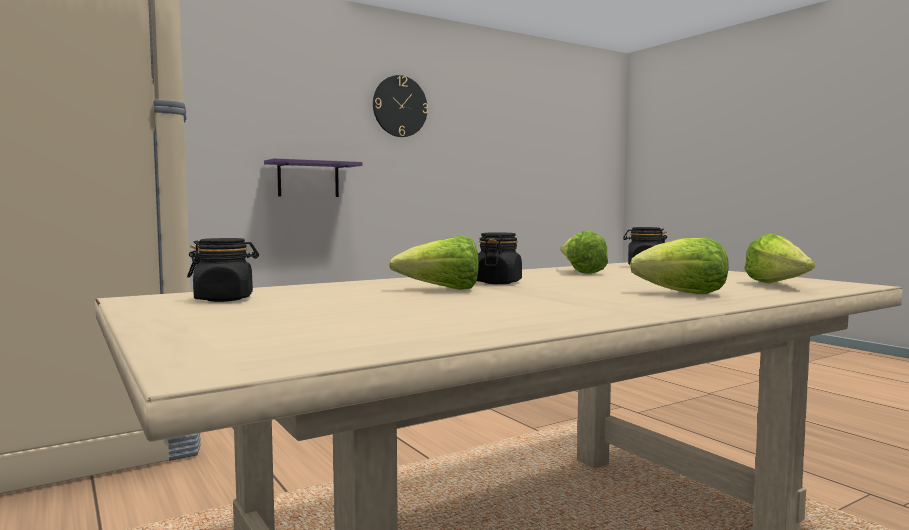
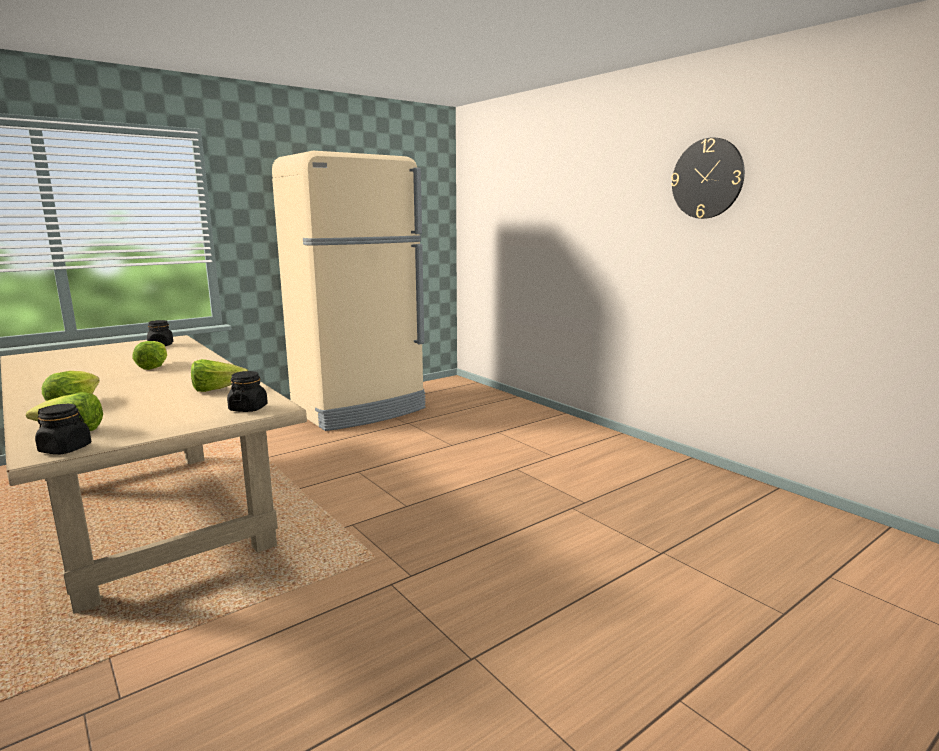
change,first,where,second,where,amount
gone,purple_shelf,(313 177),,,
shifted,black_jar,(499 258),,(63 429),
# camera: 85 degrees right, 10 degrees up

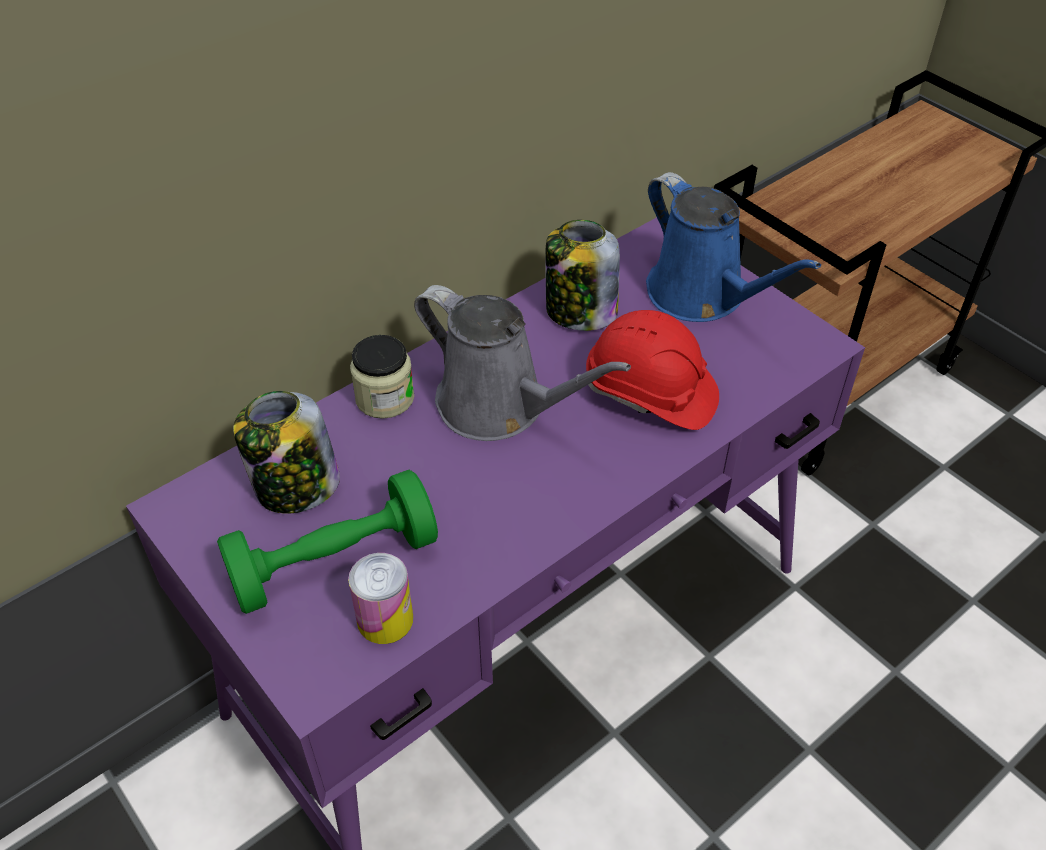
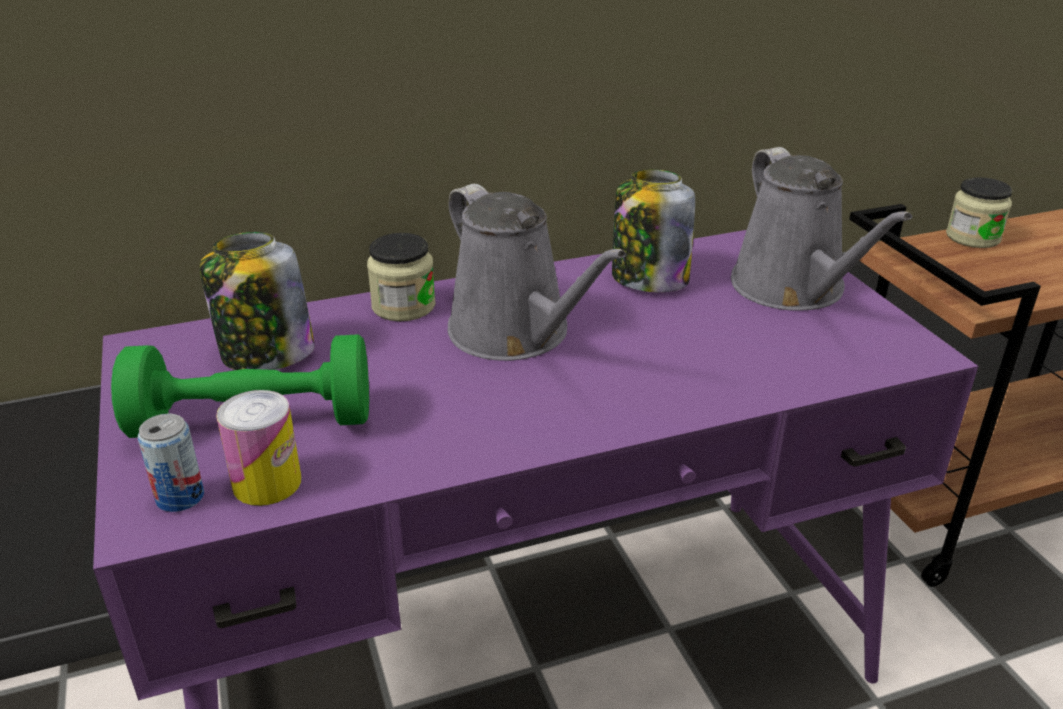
change,first,where,second,where,amount
gone,red_hard_hat,(652 370),,,
repainted,blue_watering_can,(733 247),grey_watering_can,(821 229),
new,,,can,(171 462),
new,,,jar,(979 212),
# camera: 20 degrees right, 15 degrees down

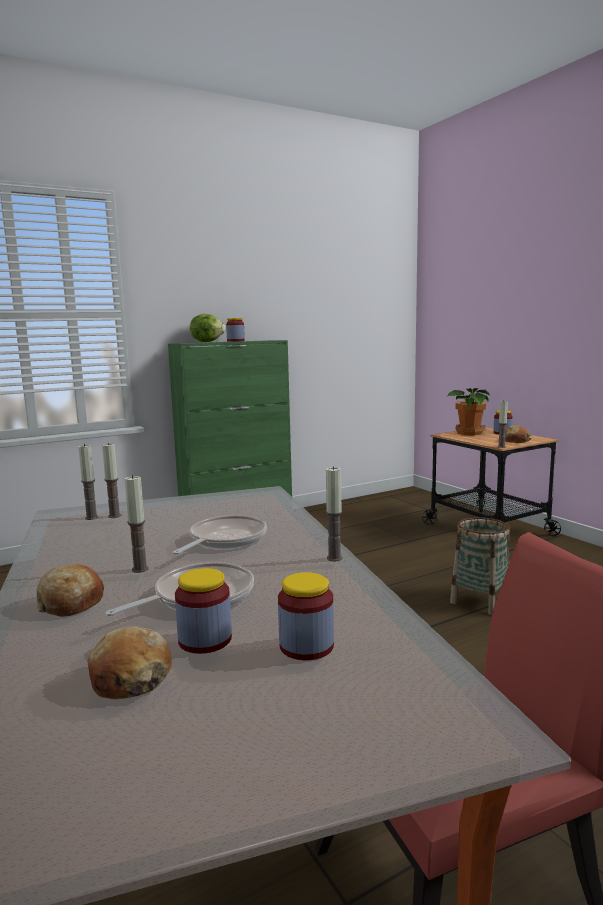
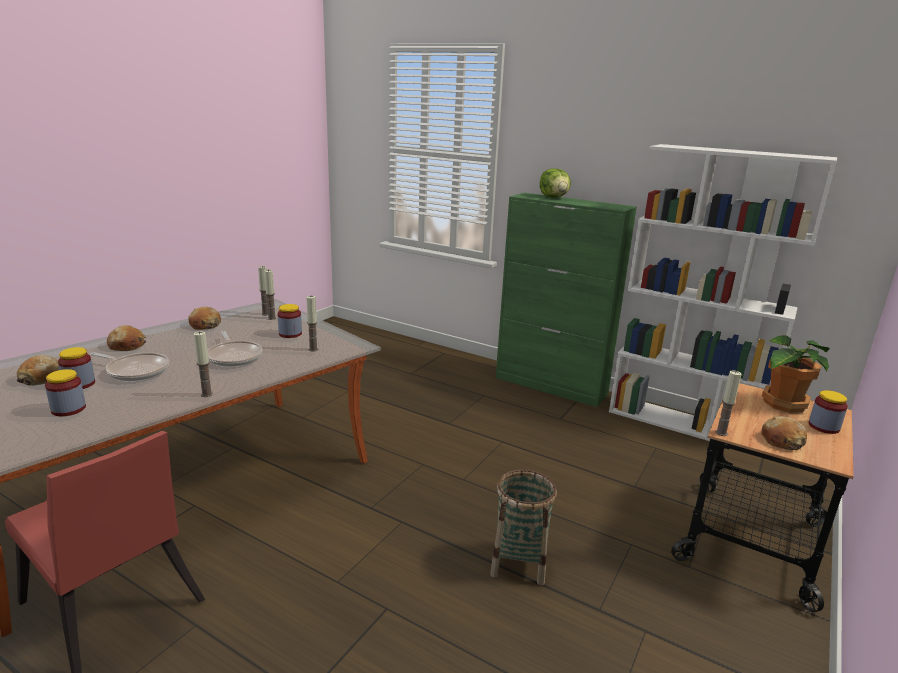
change,first,where,second,where,amount
shifted,candle,(137 524),,(312 324),
rotated,frying_pan,(220 534),,(235 349),60 degrees clockwise
shifted,jar,(235 330),,(289 321),
new,,,bread,(204 318),
new,,,white_bookcase,(723 292),
# camera: 60 degrees right, 10 degrees up

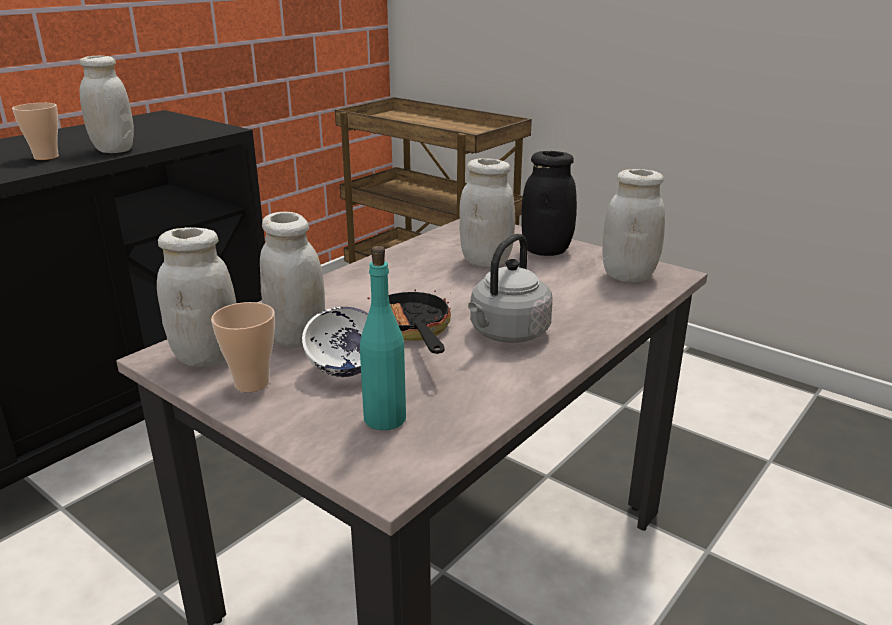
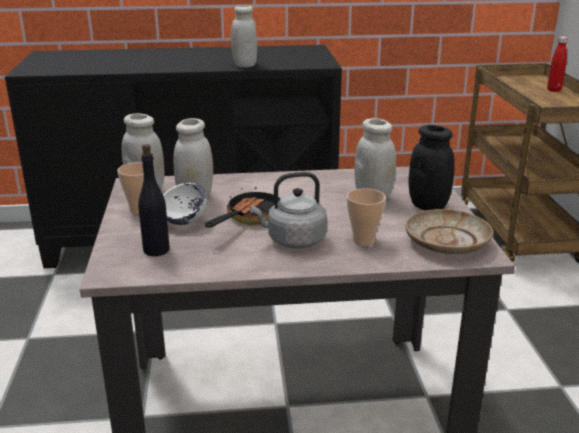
change,first,where,second,where,amount
shifted,cup,(35 131),,(366 217),
repainted,turquoise_bottle,(383 338),black_bottle,(154 200),
swapped,white_jar,(634 225),beige_plate,(449 232),
new,,,red_bottle,(557 64),
# camera: 45 degrees right, 0 degrees up

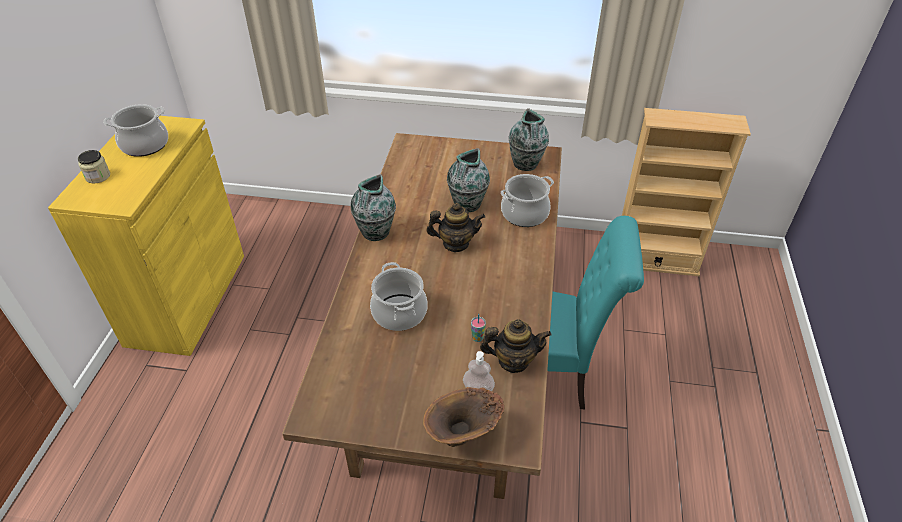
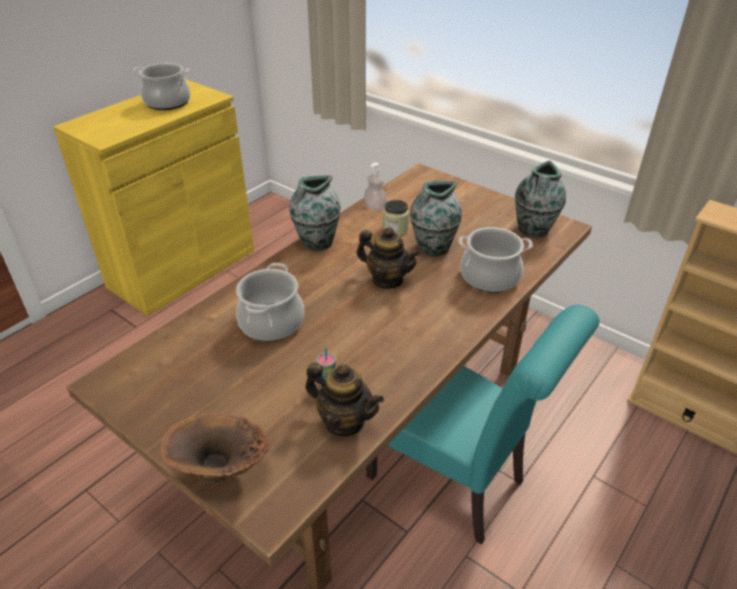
change,first,where,second,where,amount
shifted,jar,(94 167),,(396 217),
shifted,soap_dispenser,(479 371),,(375 186),
# camera: 30 degrees right, 5 degrees down

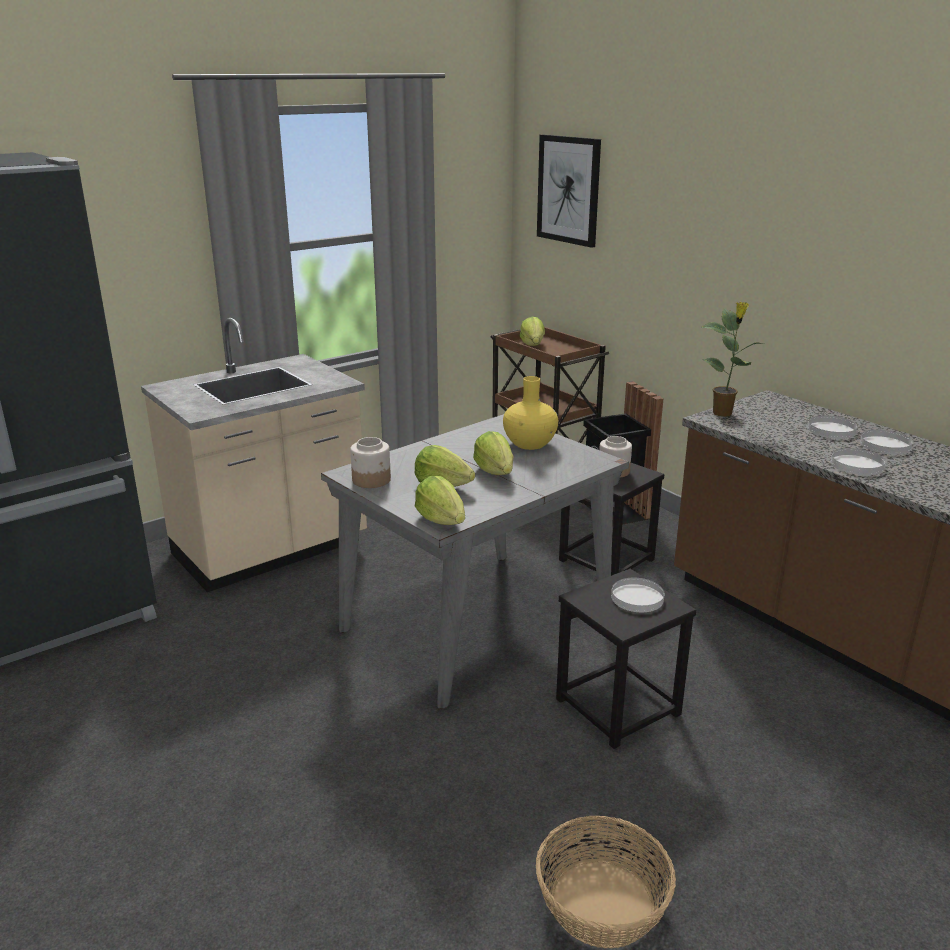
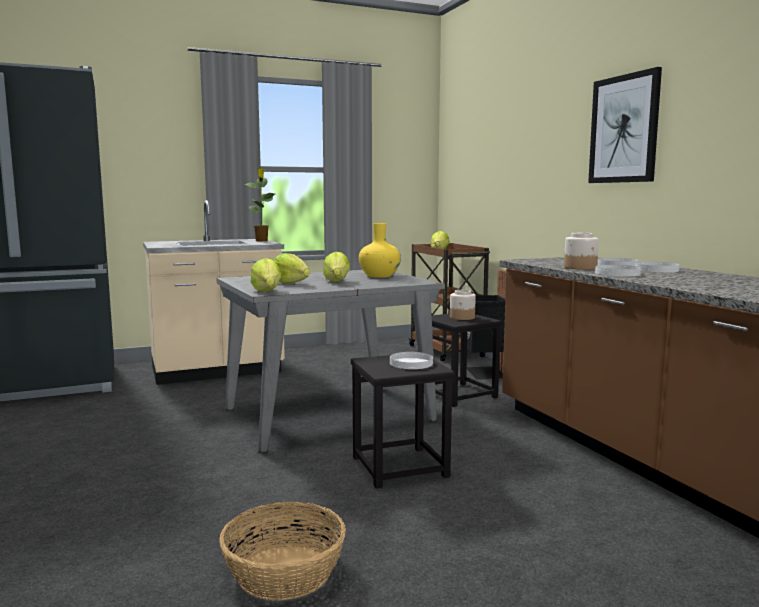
change,first,where,second,where,amount
shifted,jar,(370 462),,(581 251),
shifted,picture,(569 191),,(625 125),
shifted,potted_plant,(733 359),,(260 204),
# camera: 15 degrees right, 15 degrees down

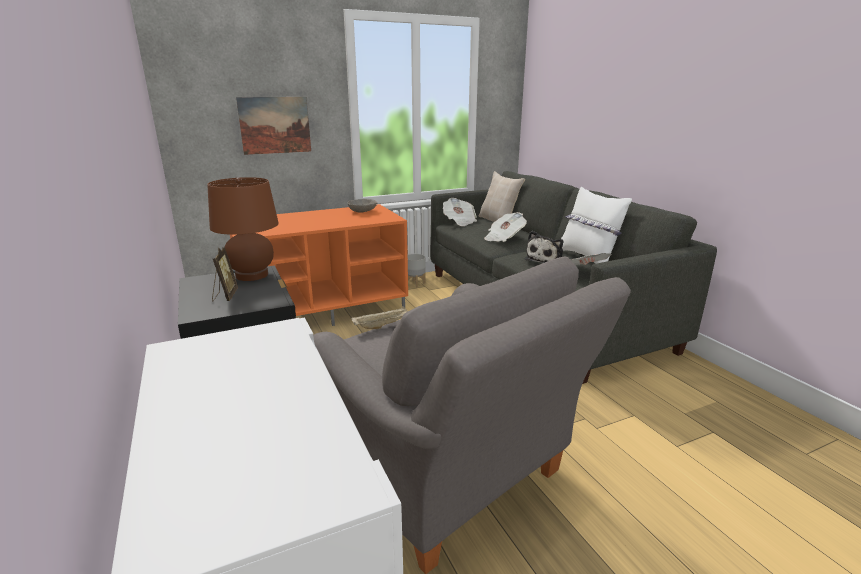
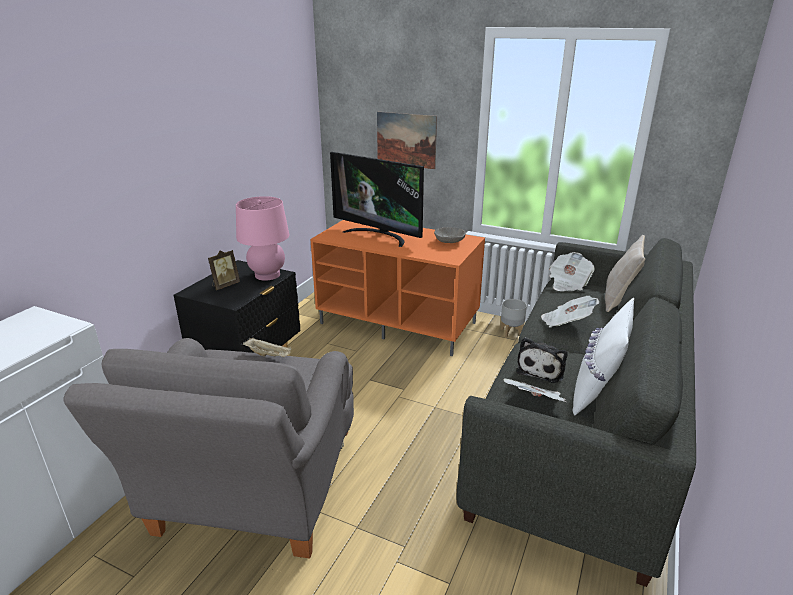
change,first,where,second,where,amount
repainted,brown_table_lamp,(243 229),pink_table_lamp,(262 238),
rotated,plush_toy,(544 247),,(542 360),60 degrees counterclockwise
new,,,television,(377 199),
# camera: 50 degrees right, 5 degrees up

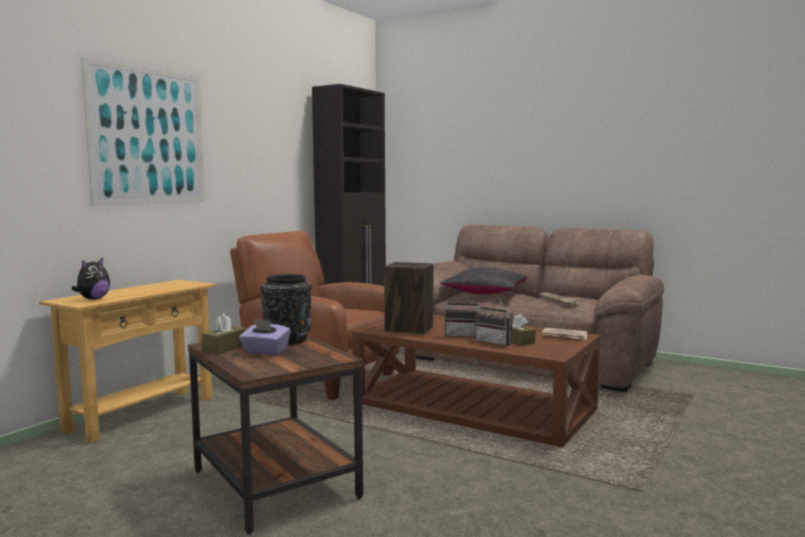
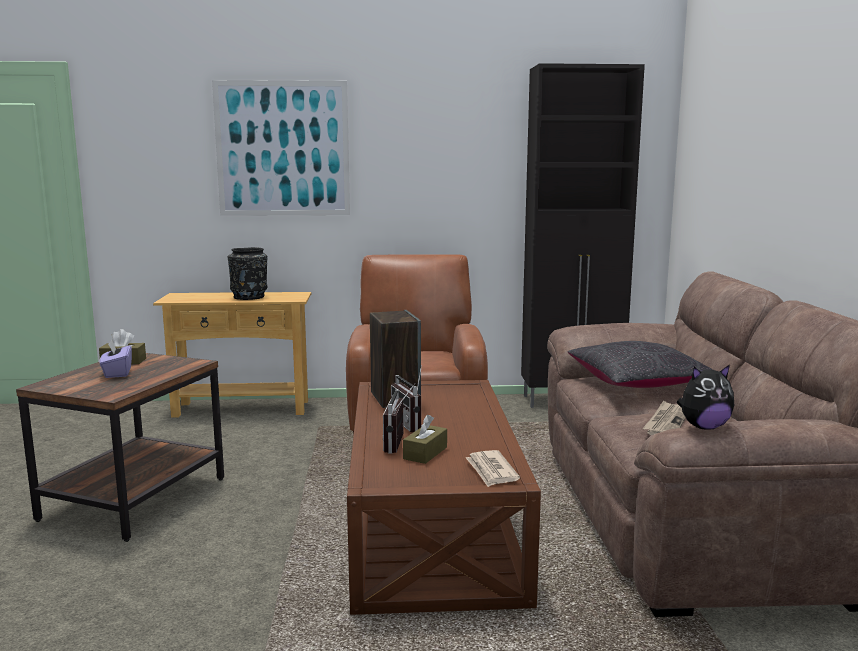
change,first,where,second,where,amount
shifted,plush_toy,(91 279),,(705 397),
shifted,black_vase,(286 309),,(248 273),
# camera: 55 degrees right, 5 degrees up

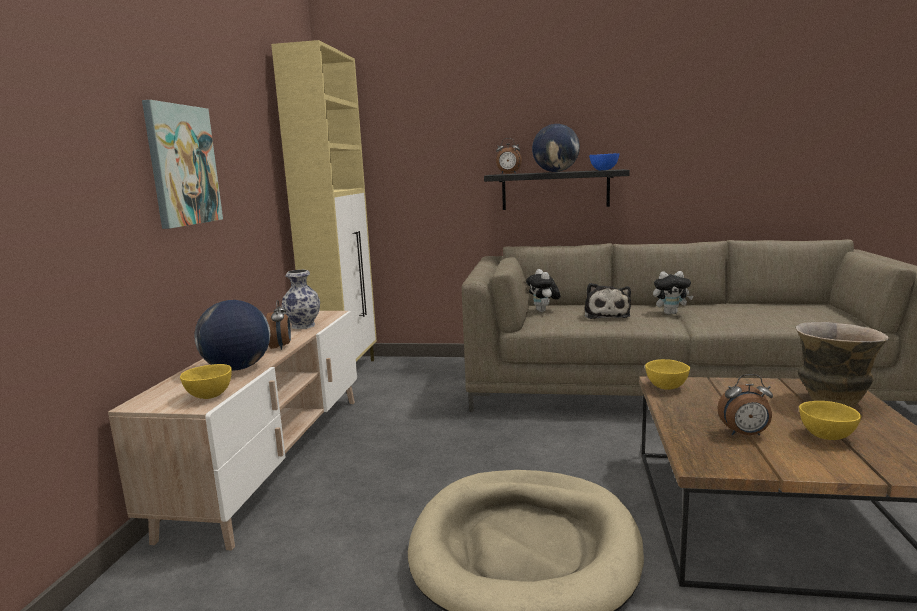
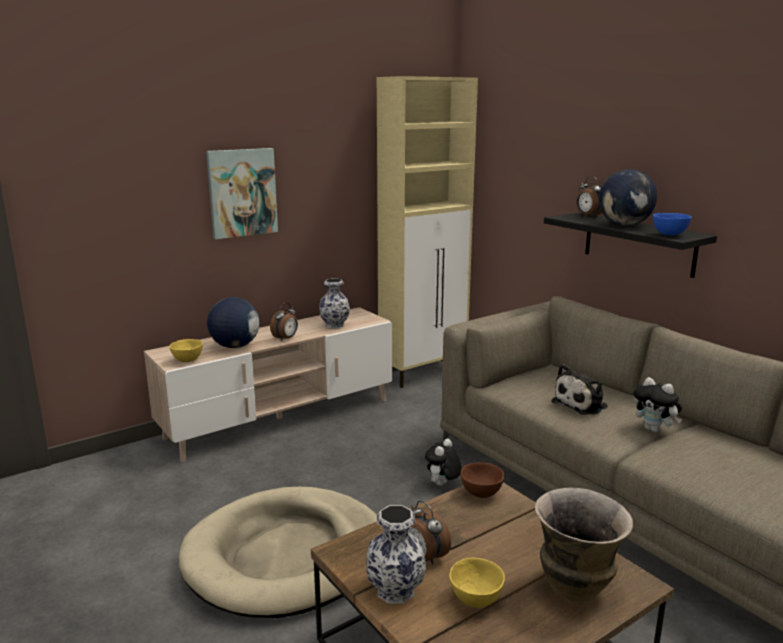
change,first,where,second,where,amount
shifted,plush_toy,(543 290),,(443 462),
repainted,yellow_bowl,(667 374),brown_bowl,(482 480),
new,,,vase,(396 554),
# camera: 45 degrees right, 5 degrees up

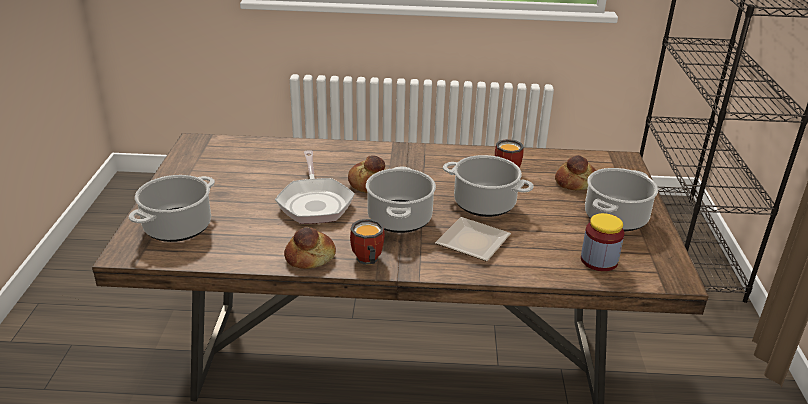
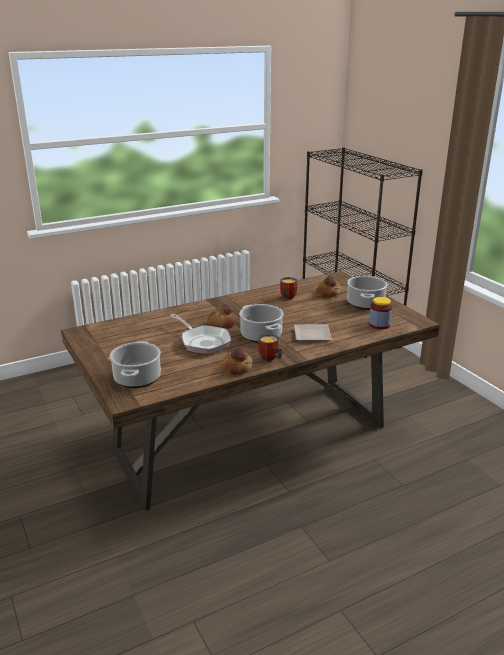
change,first,where,second,where,amount
gone,cooking_pot,(488 186),,,
# camera: 30 degrees left, 5 degrees down

